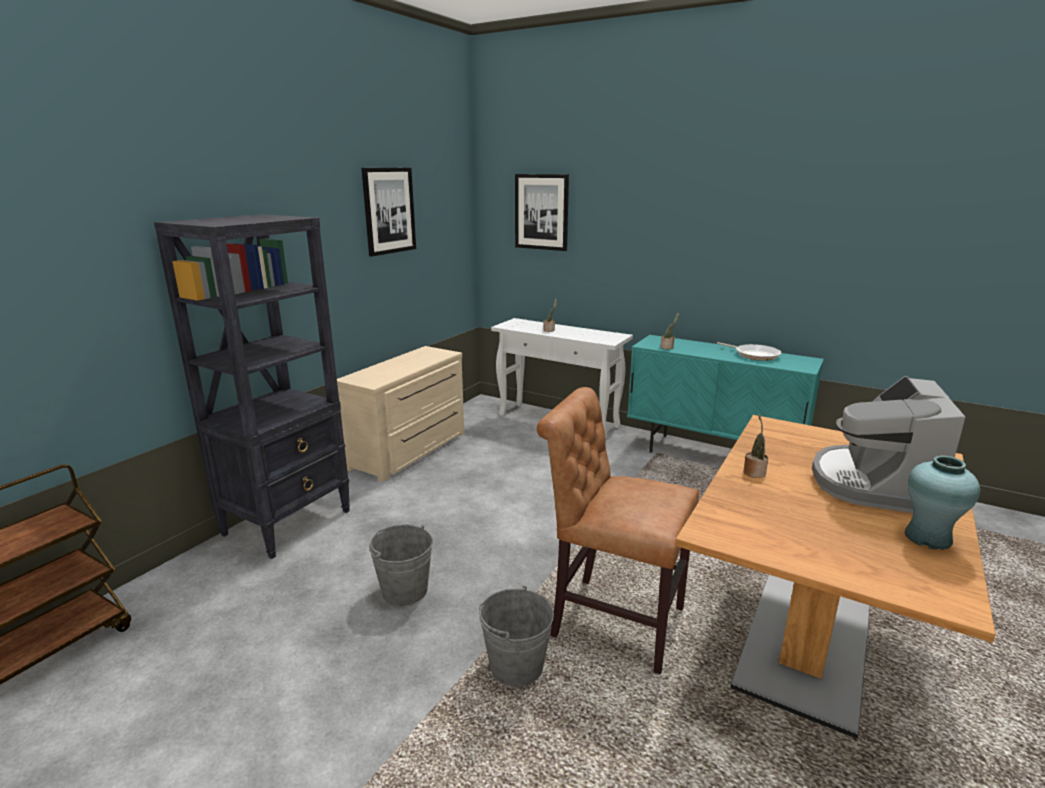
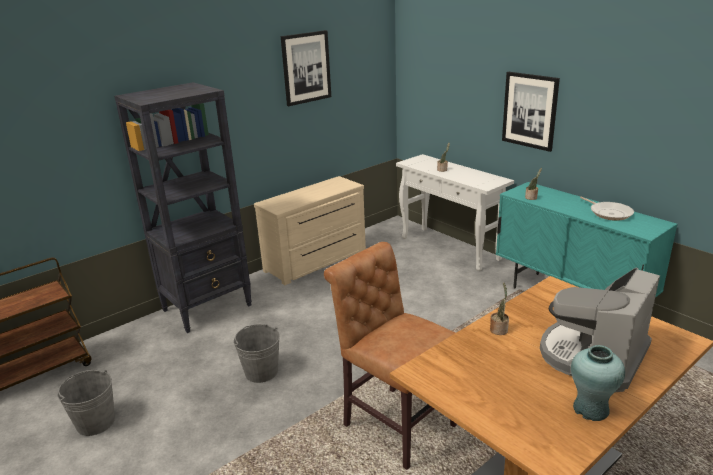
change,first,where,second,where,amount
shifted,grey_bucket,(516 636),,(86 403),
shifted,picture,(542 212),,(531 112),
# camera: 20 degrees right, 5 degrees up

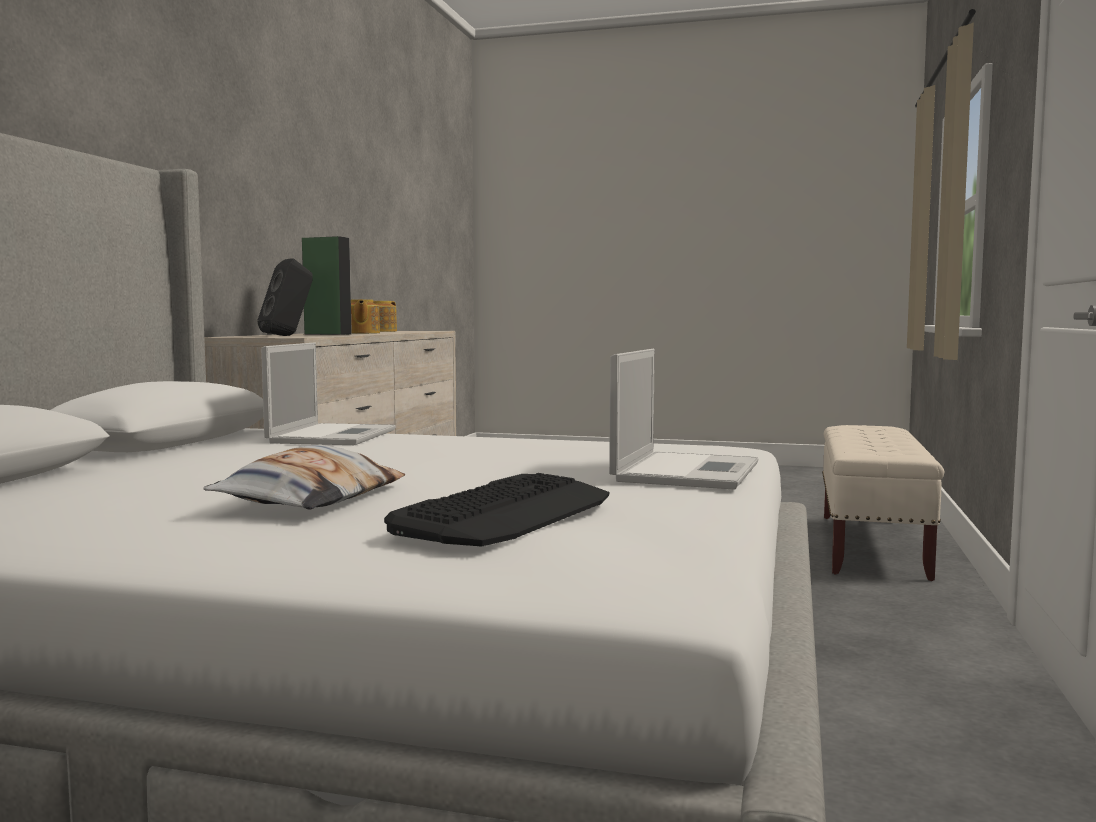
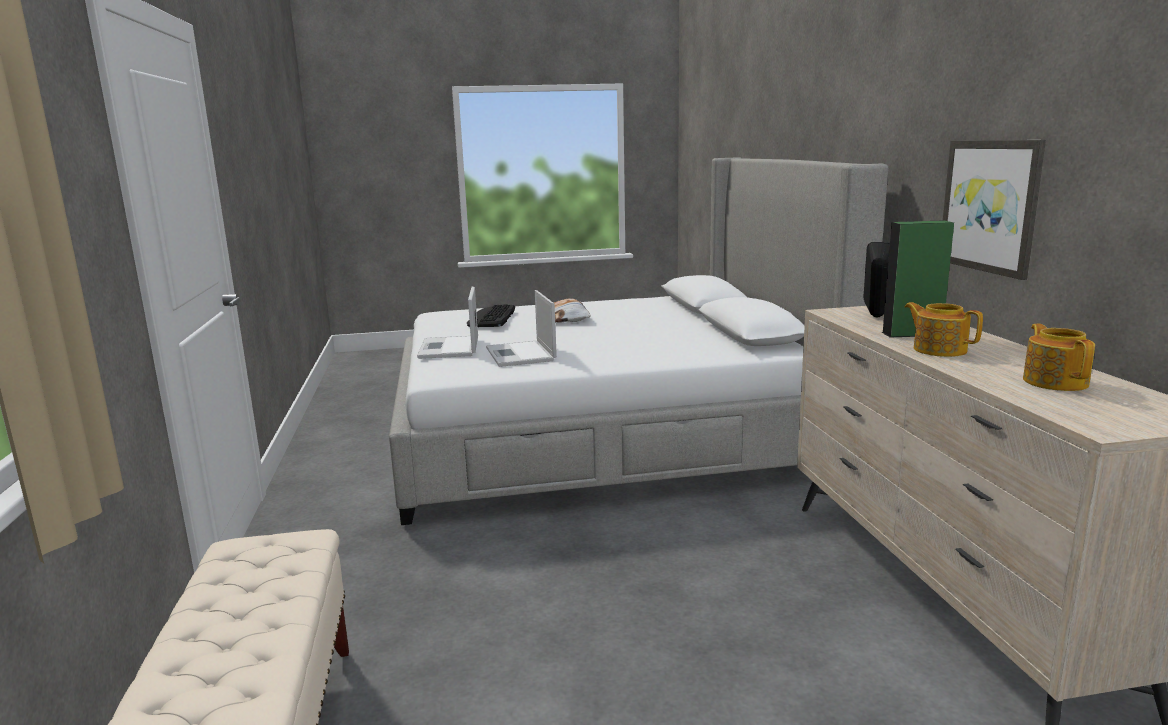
change,first,where,second,where,amount
shifted,laptop,(328 394),,(521 328),
new,,,picture,(994 210),
# camera: 155 degrees right, 10 degrees up

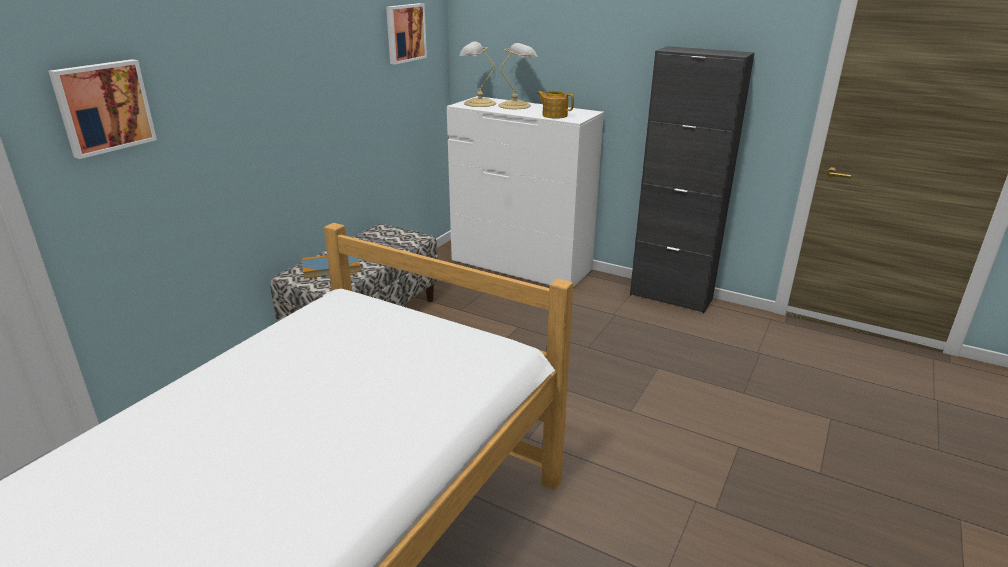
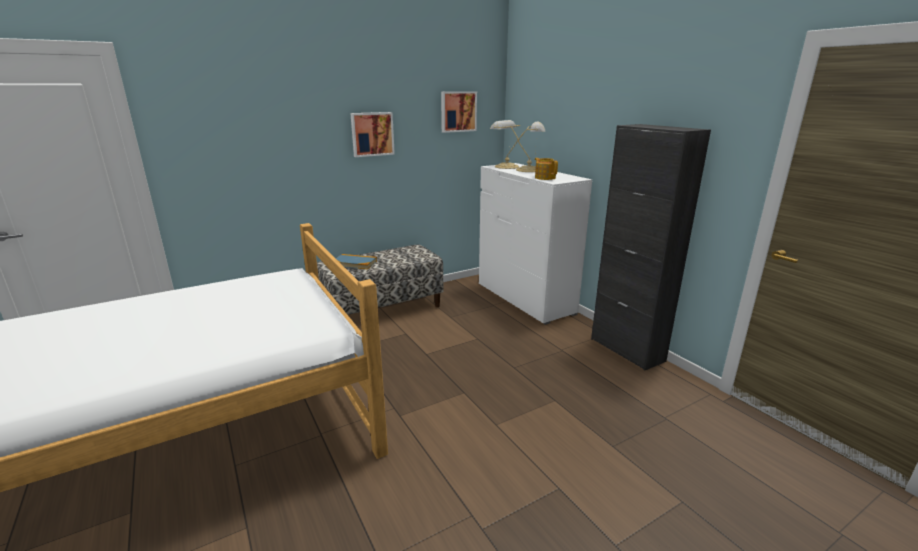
change,first,where,second,where,amount
shifted,picture,(102 109),,(372 134),
# camera: 30 degrees right, 5 degrees down

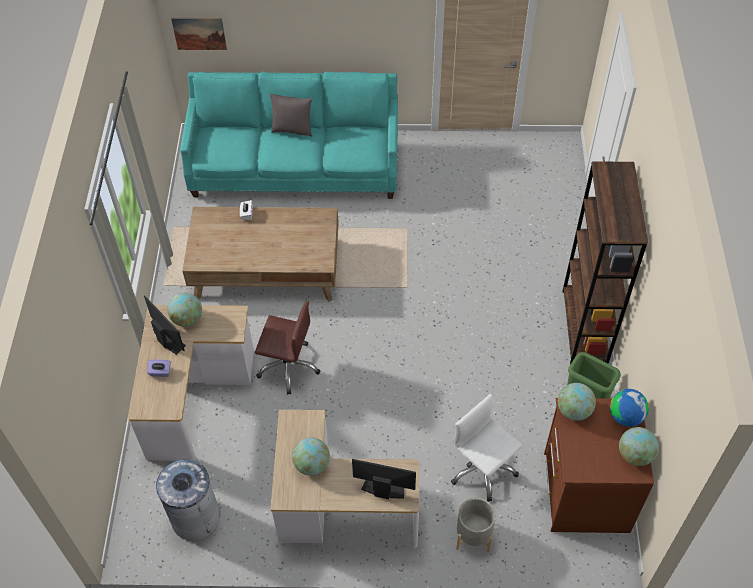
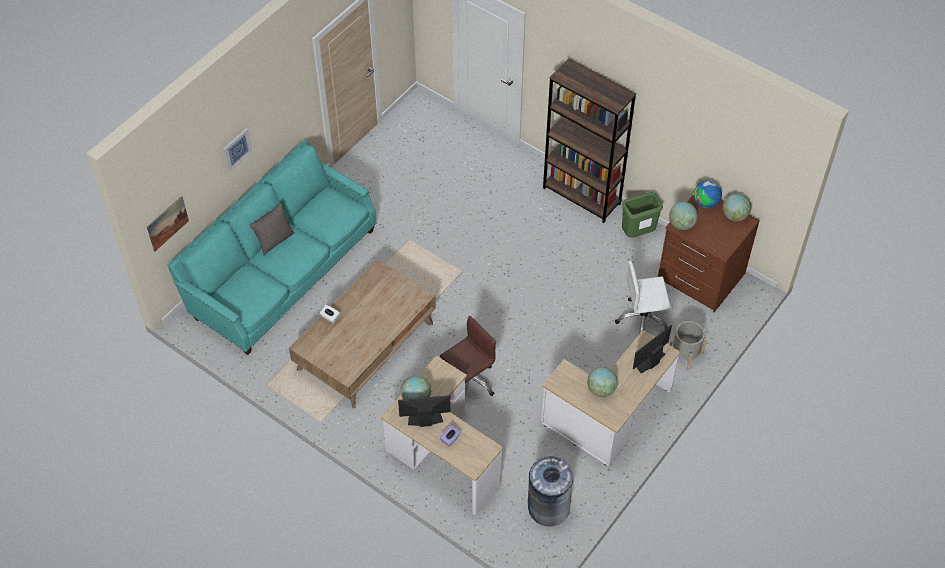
change,first,where,second,where,amount
new,,,picture,(237 150),
# camera: 55 degrees left, 0 degrees up

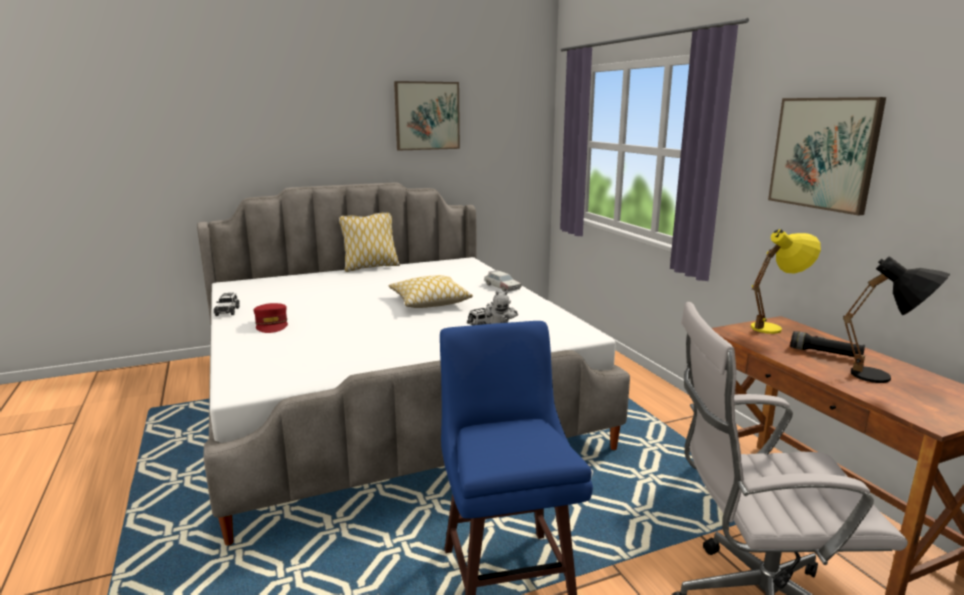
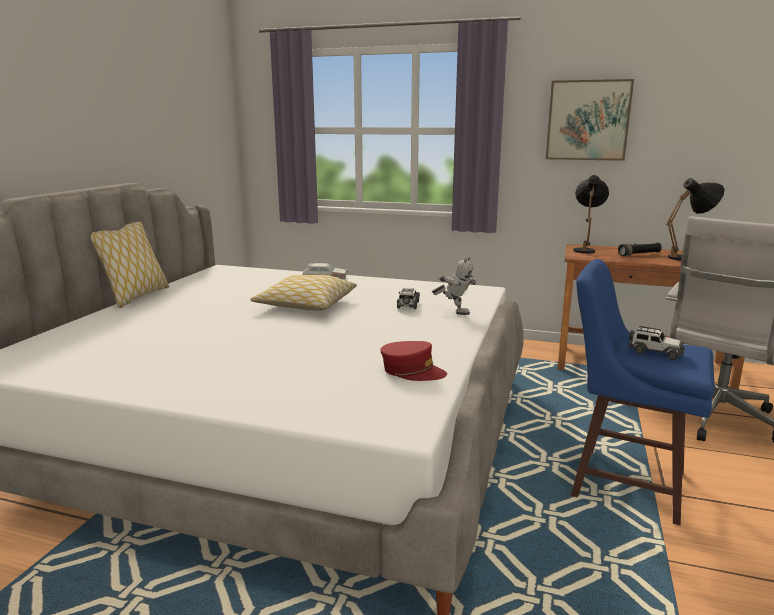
change,first,where,second,where,amount
shifted,toy_car,(226 304),,(656 343),
shifted,red_cap,(270 318),,(413 361),
gone,picture,(427 116),,,
repainted,yellow_table_lamp,(786 281),black_table_lamp,(591 214),
# camera: 50 degrees left, 0 degrees up

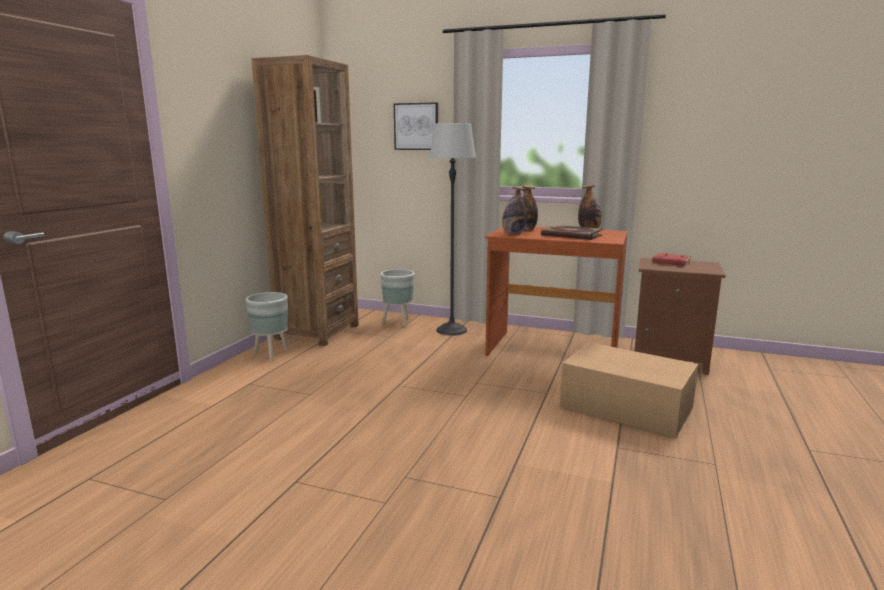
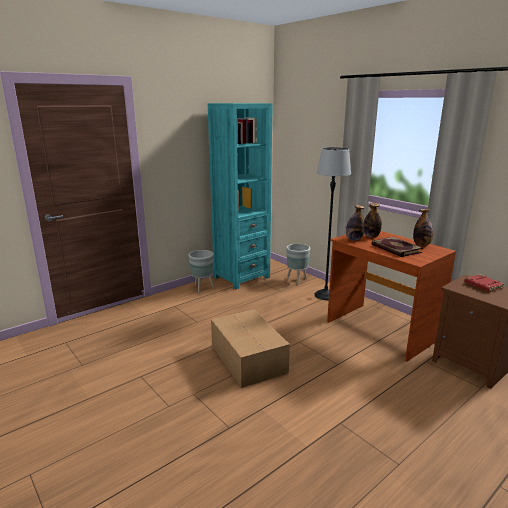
change,first,where,second,where,amount
repainted,brown_bookcase,(305 200),turquoise_bookcase,(240 196),
gone,picture,(416 126),,,
shifted,cardboard_box,(629 390),,(250 349),
# camera: 30 degrees right, 5 degrees up

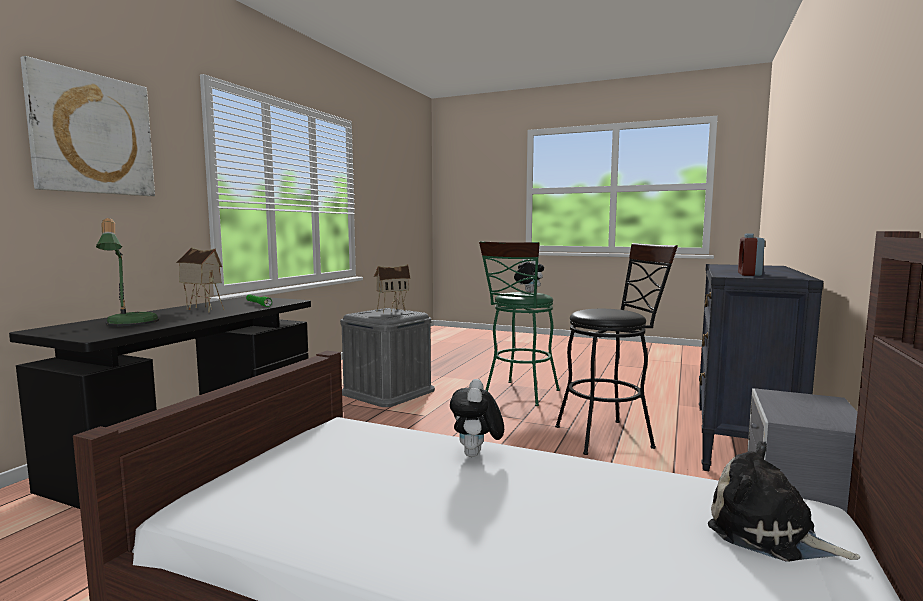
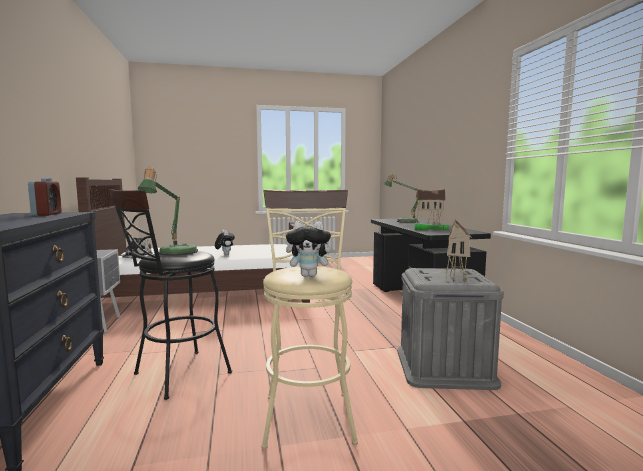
change,first,where,second,where,amount
gone,picture,(87 126),,,
repainted,green_stool,(519 323),beige_stool,(310 319),
new,,,table_lamp,(167 211),
# camera: 145 degrees right, 0 degrees up

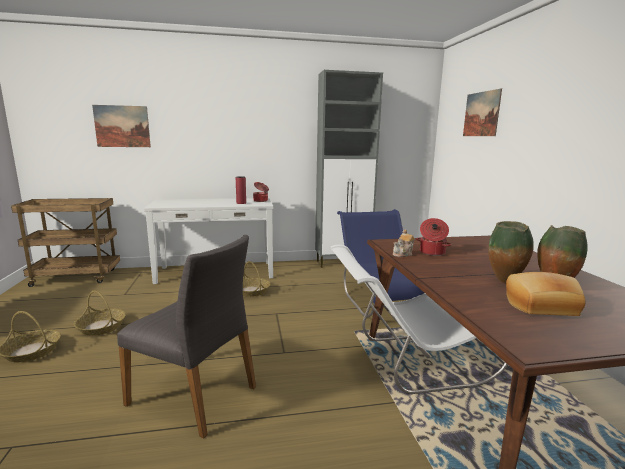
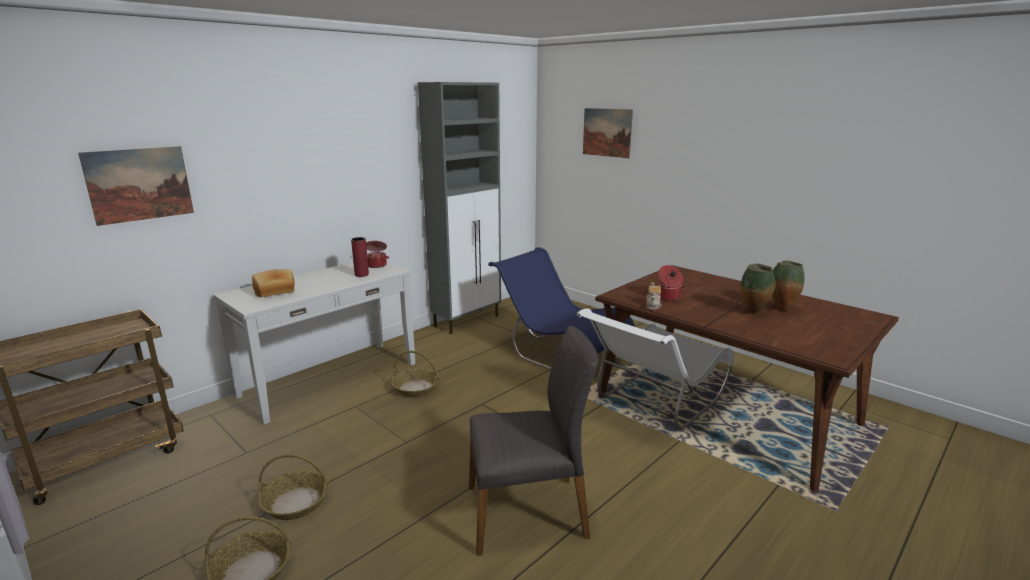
change,first,where,second,where,amount
shifted,bread,(545 294),,(273 283),
# camera: 35 degrees left, 5 degrees up

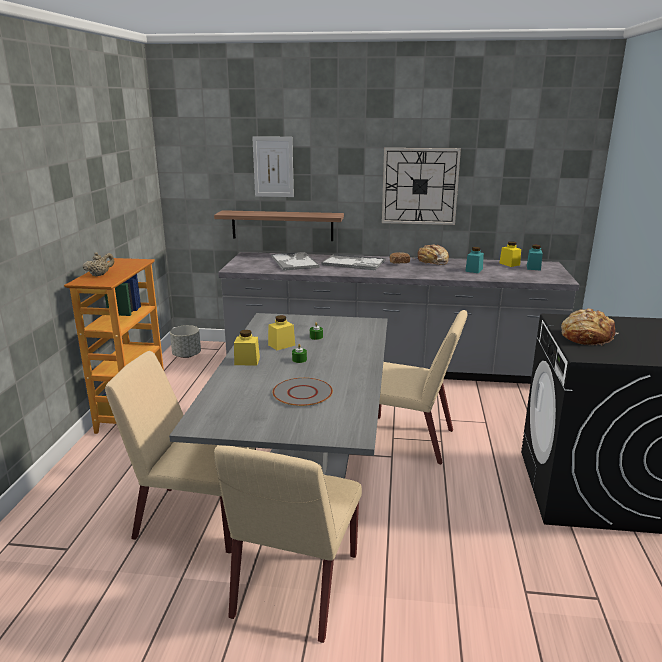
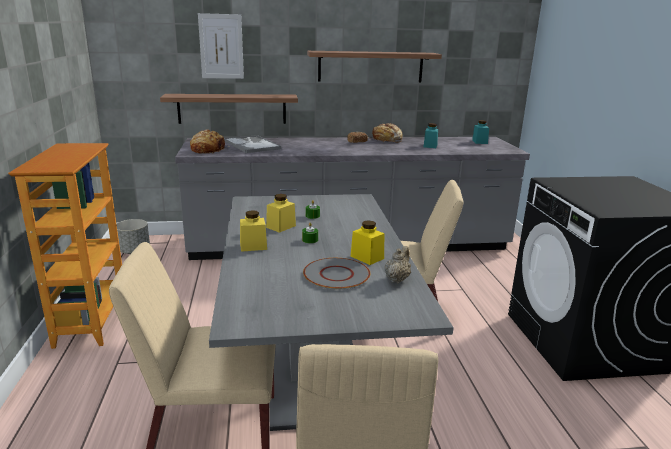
change,first,where,second,where,amount
shifted,beige_teapot,(98 264),,(398 264),
gone,tray,(354 262),,,
swapped,wall_clock,(421 186),shelf,(374 66),
shifted,yellow_jar,(510 254),,(367 242),
shifted,bread,(590 327),,(210 141),
# camera: 15 degrees left, 0 degrees up

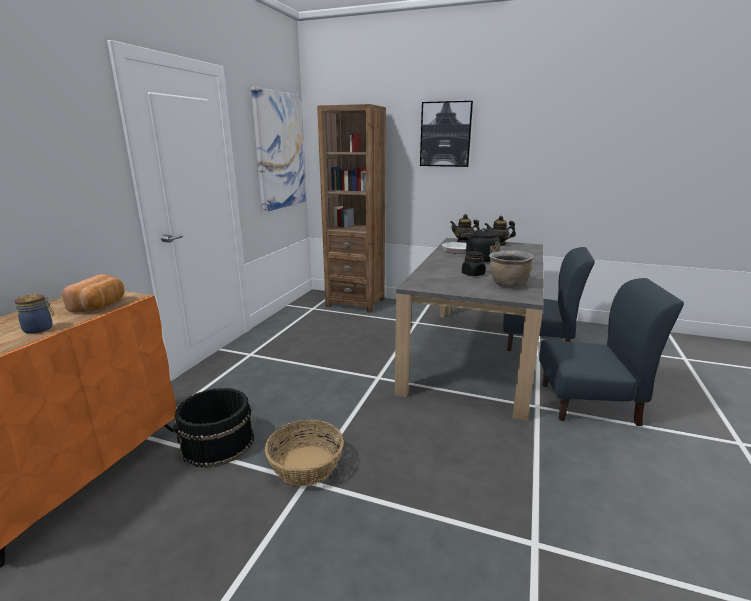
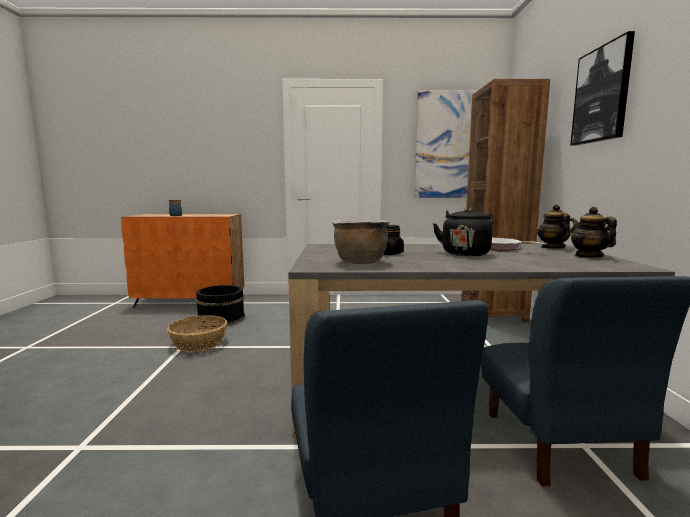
change,first,where,second,where,amount
gone,bread,(93 293),,,
# camera: 70 degrees right, 10 degrees down

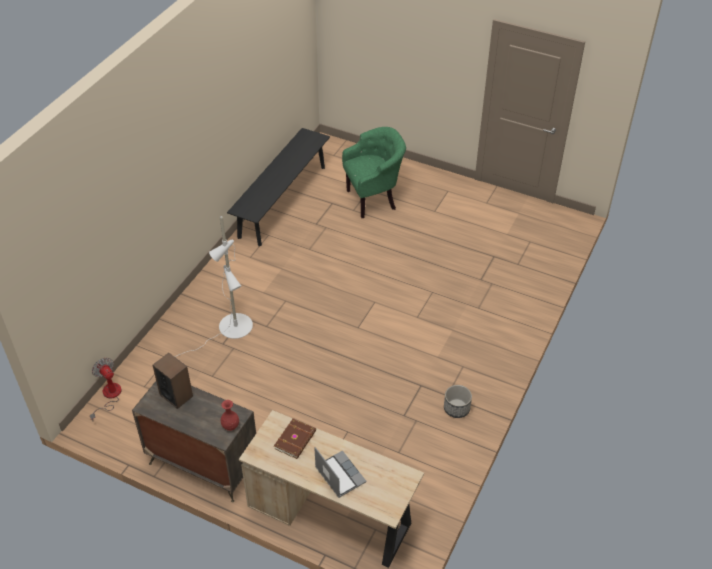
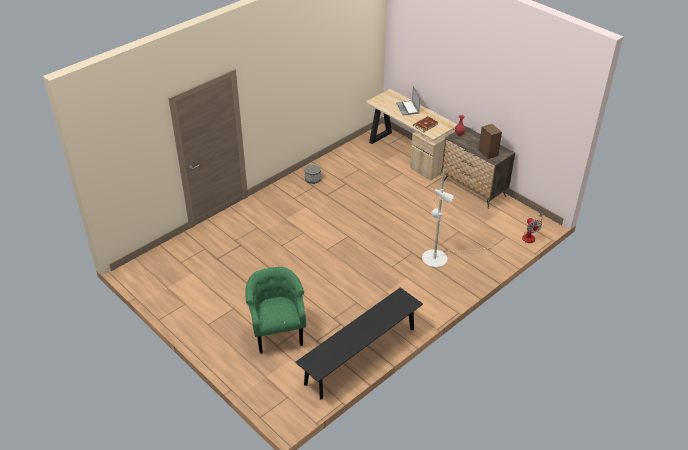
change,first,where,second,where,amount
rotated,green_armchair,(374 172),,(276 310),75 degrees clockwise
# camera: 160 degrees left, 5 degrees down

